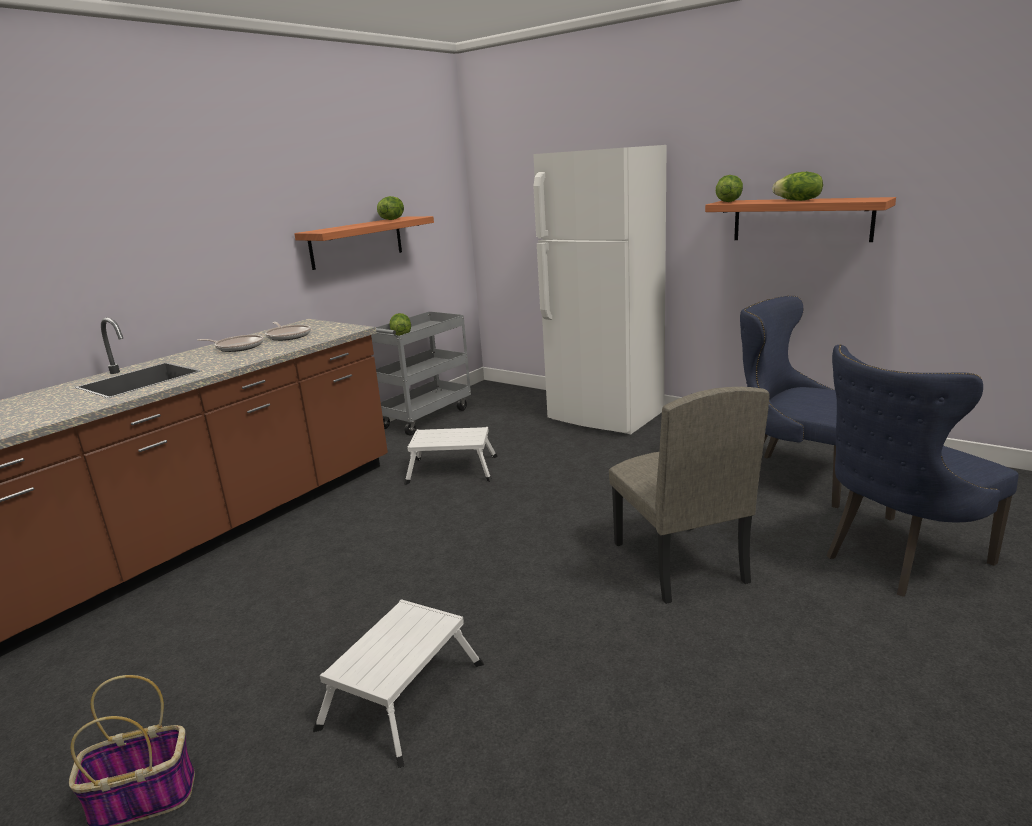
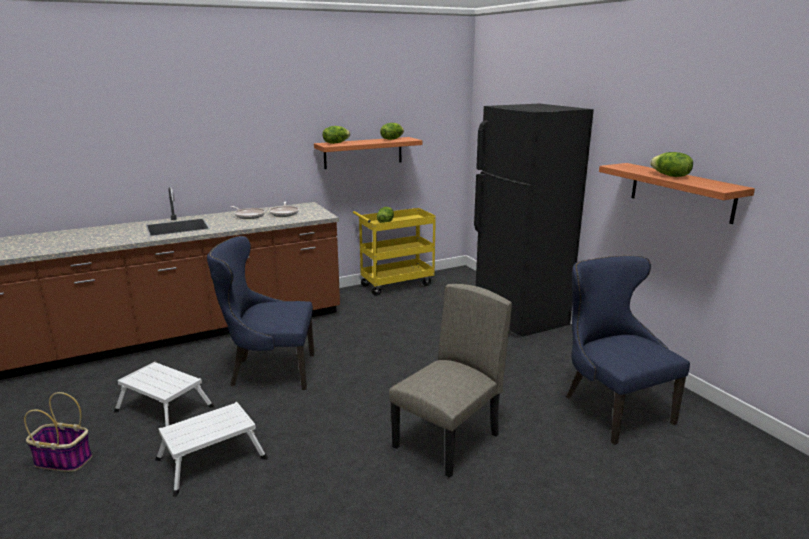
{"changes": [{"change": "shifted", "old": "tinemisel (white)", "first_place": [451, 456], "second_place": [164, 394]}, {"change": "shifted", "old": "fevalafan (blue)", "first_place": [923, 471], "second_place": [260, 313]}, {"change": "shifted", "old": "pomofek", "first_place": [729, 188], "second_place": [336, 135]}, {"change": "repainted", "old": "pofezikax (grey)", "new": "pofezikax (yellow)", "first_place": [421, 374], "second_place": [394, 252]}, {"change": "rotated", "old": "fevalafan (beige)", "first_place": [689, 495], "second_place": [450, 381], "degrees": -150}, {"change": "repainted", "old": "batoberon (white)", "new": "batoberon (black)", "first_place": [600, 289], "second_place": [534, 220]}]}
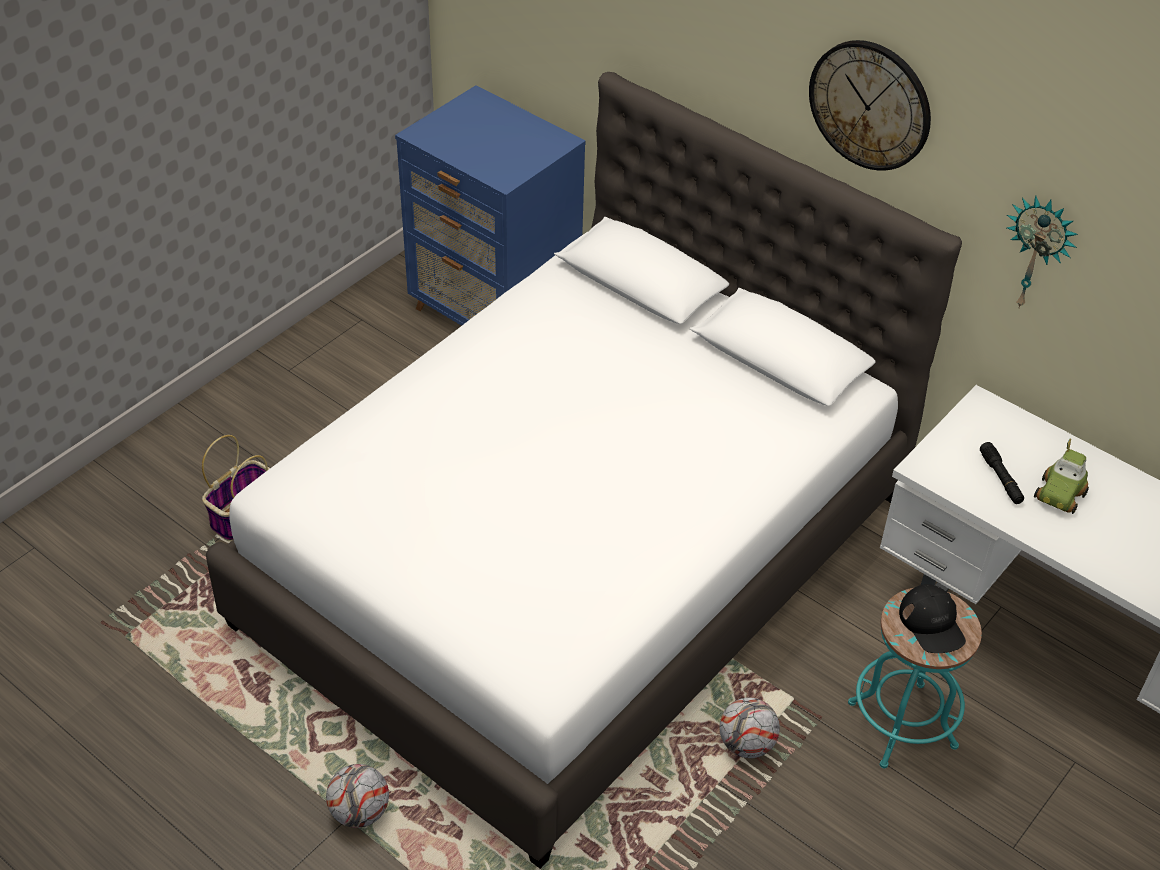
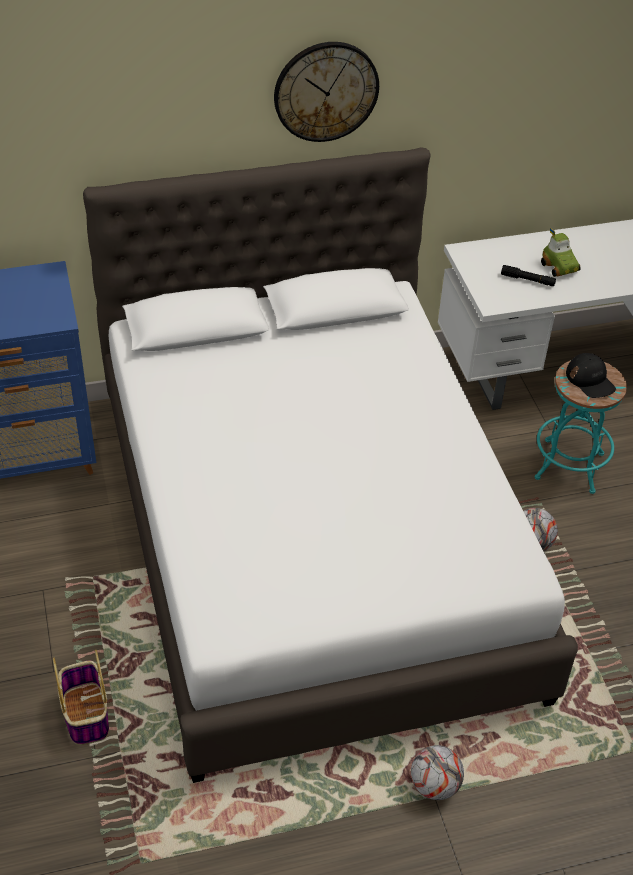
{"changes": [{"change": "rotated", "old": "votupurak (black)", "first_place": [932, 618], "second_place": [591, 375], "degrees": 45}, {"change": "gone", "old": "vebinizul", "first_place": [1042, 252]}]}
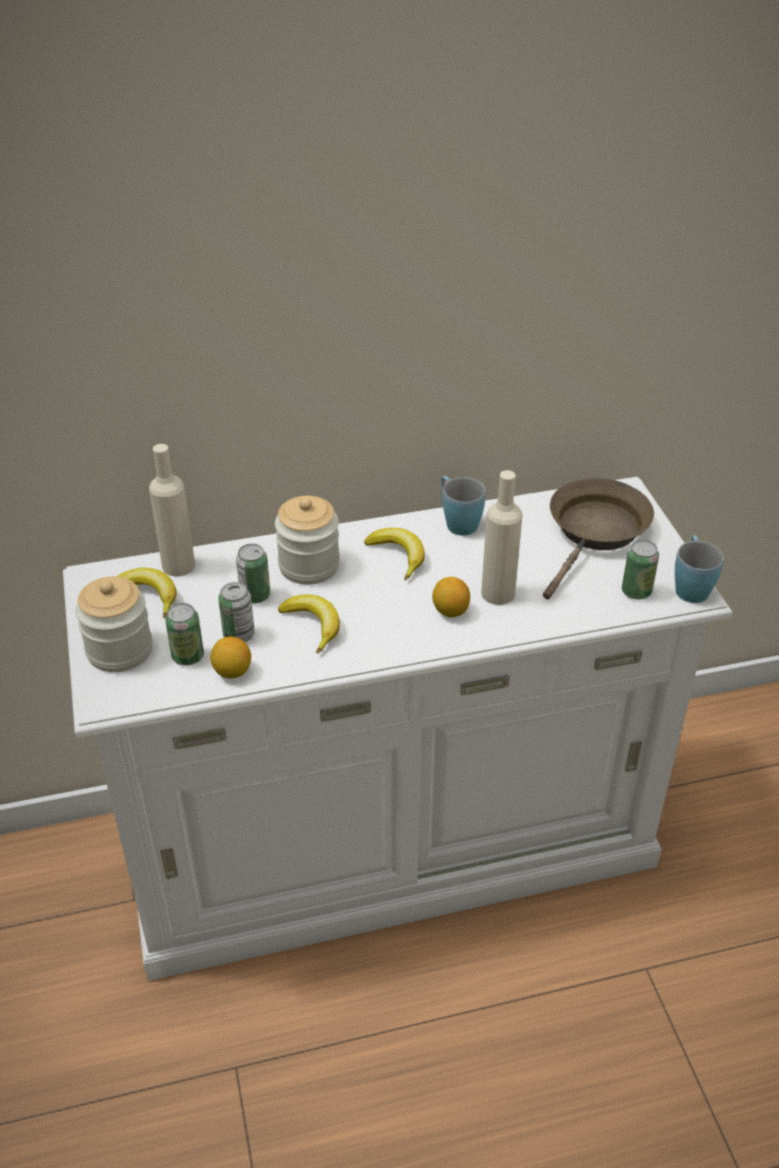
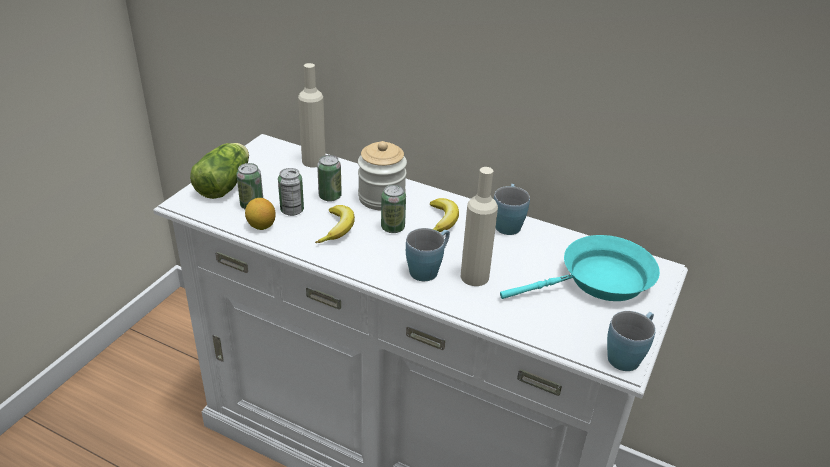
{"changes": [{"change": "swapped", "old": "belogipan", "new": "pomofek", "first_place": [114, 624], "second_place": [219, 171]}, {"change": "shifted", "old": "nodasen", "first_place": [640, 570], "second_place": [393, 209]}, {"change": "swapped", "old": "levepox", "new": "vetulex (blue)", "first_place": [451, 597], "second_place": [428, 254]}, {"change": "repainted", "old": "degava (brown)", "new": "degava (turquoise)", "first_place": [598, 538], "second_place": [580, 268]}, {"change": "gone", "old": "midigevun", "first_place": [146, 593]}]}
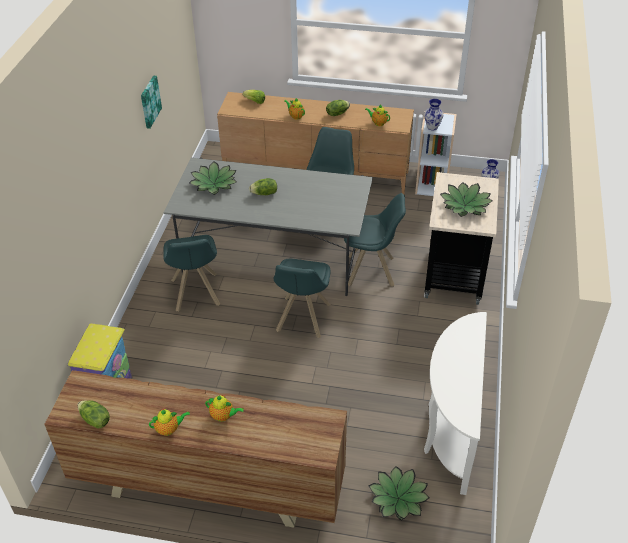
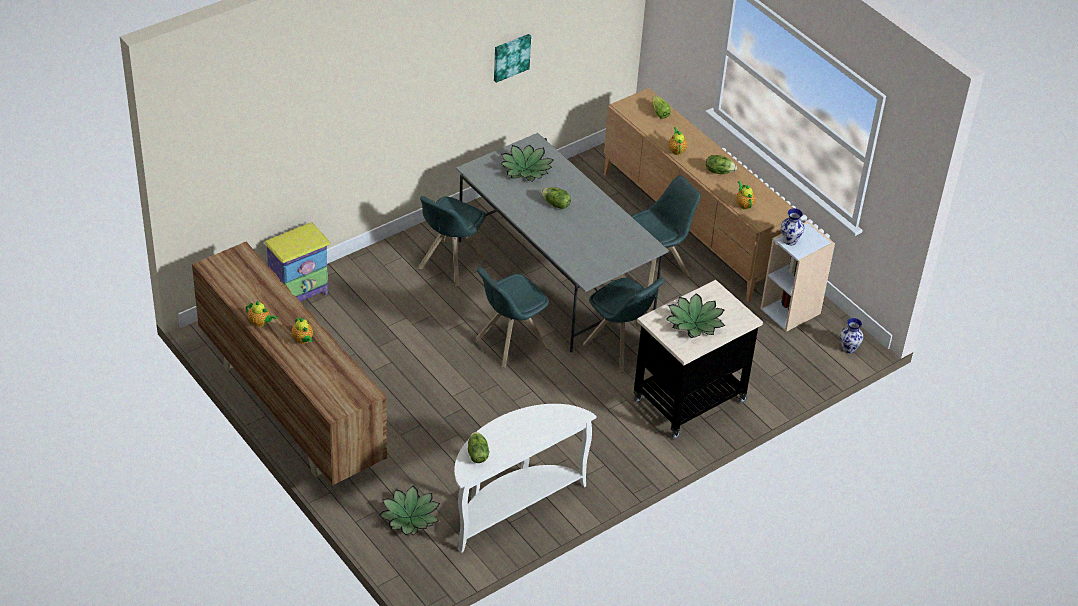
{"changes": [{"change": "shifted", "old": "pomofek", "first_place": [94, 414], "second_place": [478, 447]}]}
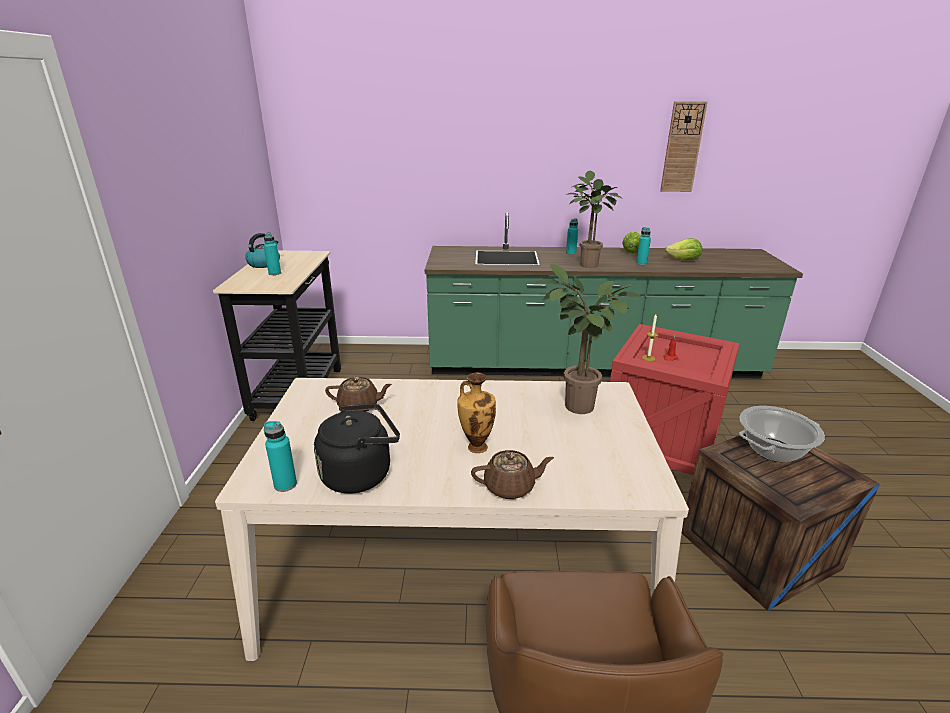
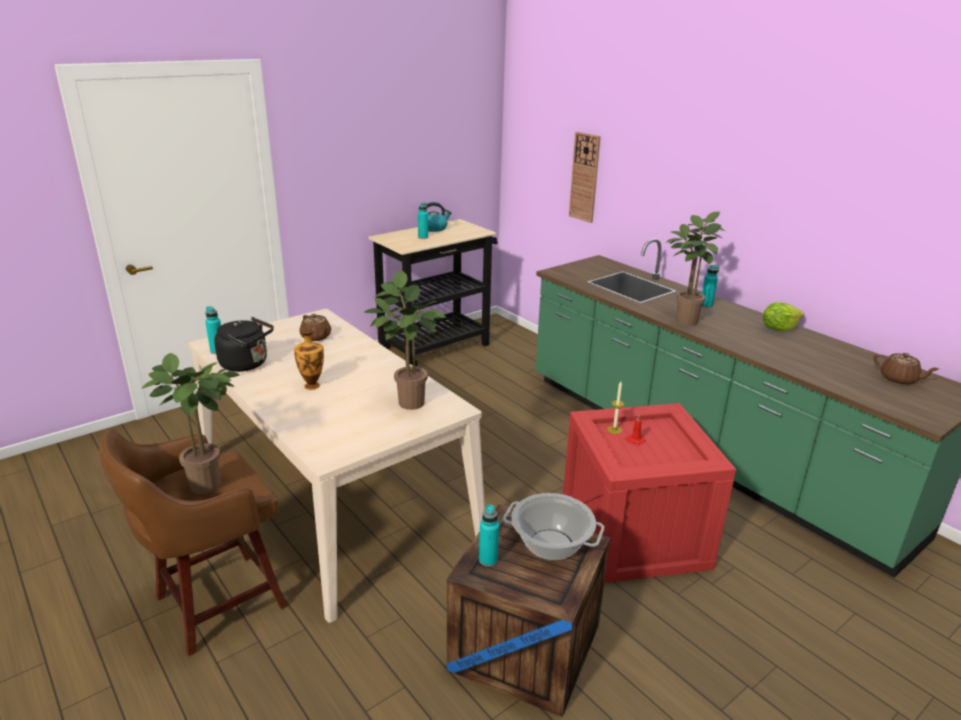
{"changes": [{"change": "new", "new": "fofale", "second_place": [190, 423]}, {"change": "shifted", "old": "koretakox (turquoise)", "first_place": [643, 246], "second_place": [489, 536]}, {"change": "shifted", "old": "vebinizul", "first_place": [684, 146], "second_place": [585, 177]}, {"change": "shifted", "old": "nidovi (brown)", "first_place": [512, 474], "second_place": [906, 369]}, {"change": "gone", "old": "pomofek", "first_place": [683, 249]}]}
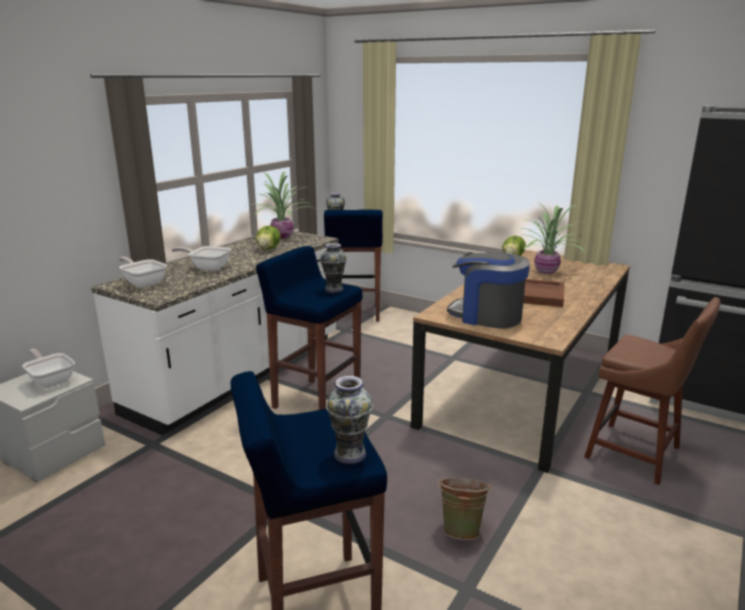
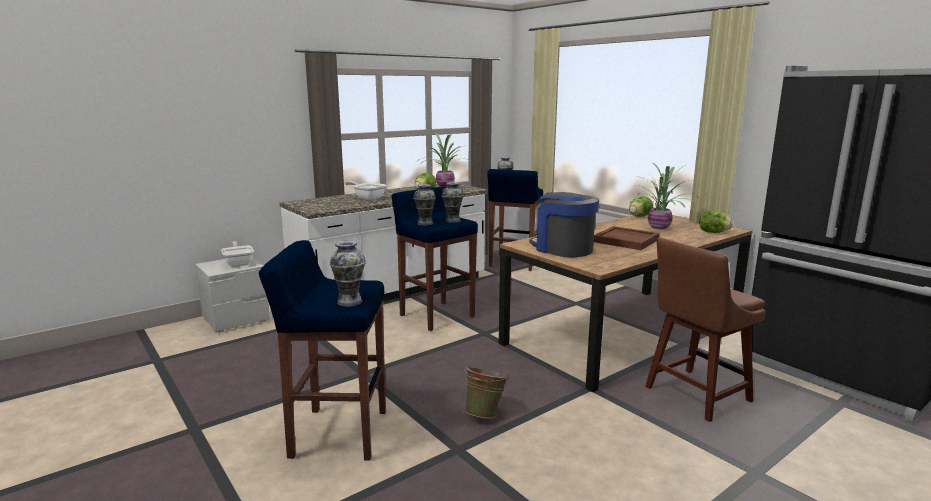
{"changes": [{"change": "new", "new": "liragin", "second_place": [424, 205]}, {"change": "rotated", "old": "fevalafan (brown)", "first_place": [652, 391], "second_place": [705, 330], "degrees": 90}, {"change": "new", "new": "pomofek", "second_place": [716, 221]}, {"change": "gone", "old": "degava", "first_place": [143, 272]}]}
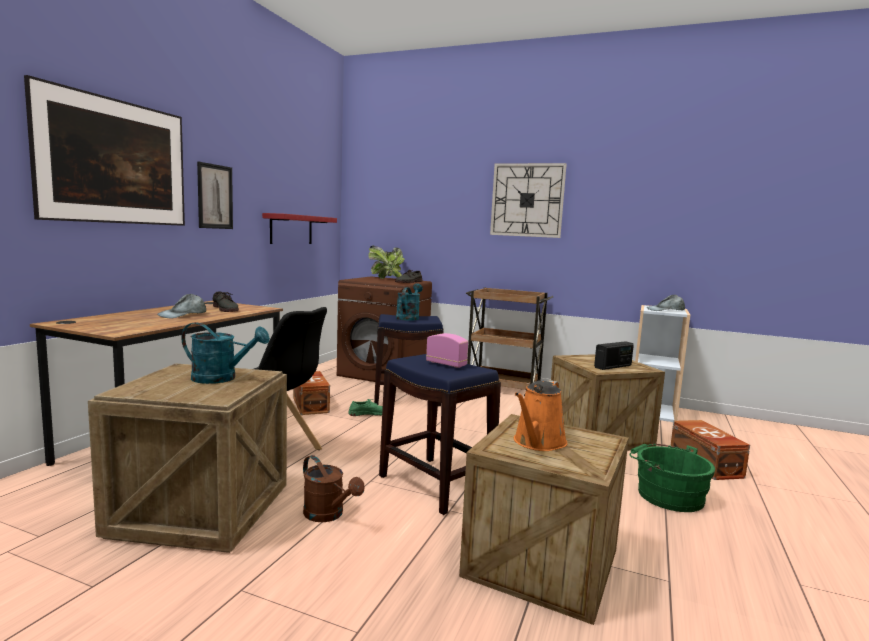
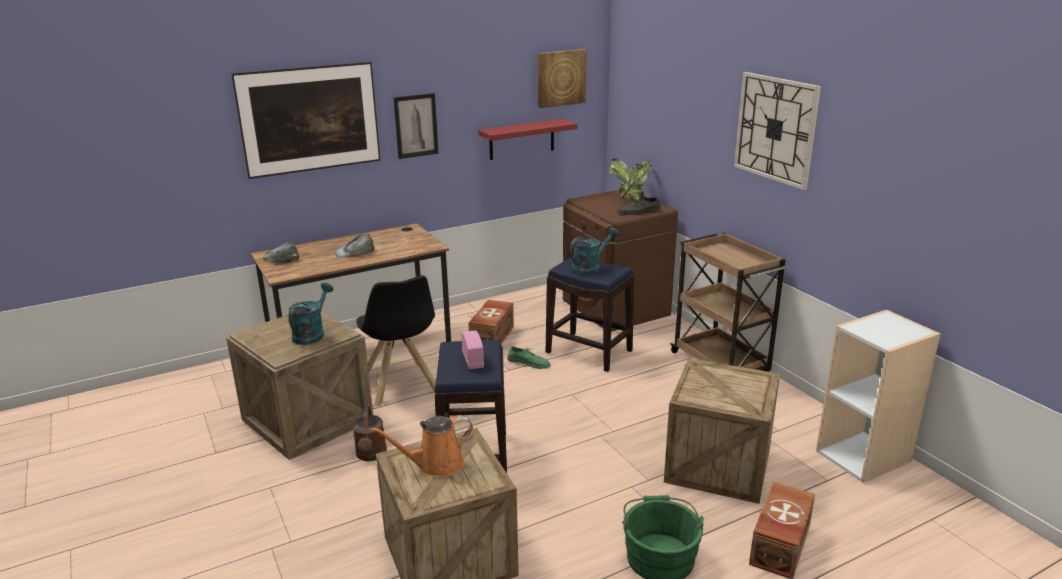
{"changes": [{"change": "shifted", "old": "votupurak (grey)", "first_place": [666, 303], "second_place": [280, 252]}, {"change": "rotated", "old": "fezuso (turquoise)", "first_place": [225, 353], "second_place": [310, 313], "degrees": -120}, {"change": "new", "new": "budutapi", "second_place": [562, 78]}, {"change": "gone", "old": "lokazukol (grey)", "first_place": [226, 301]}, {"change": "gone", "old": "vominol", "first_place": [614, 355]}]}
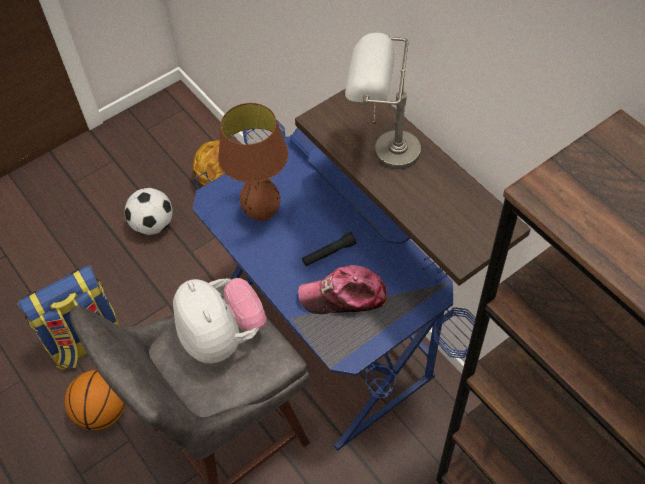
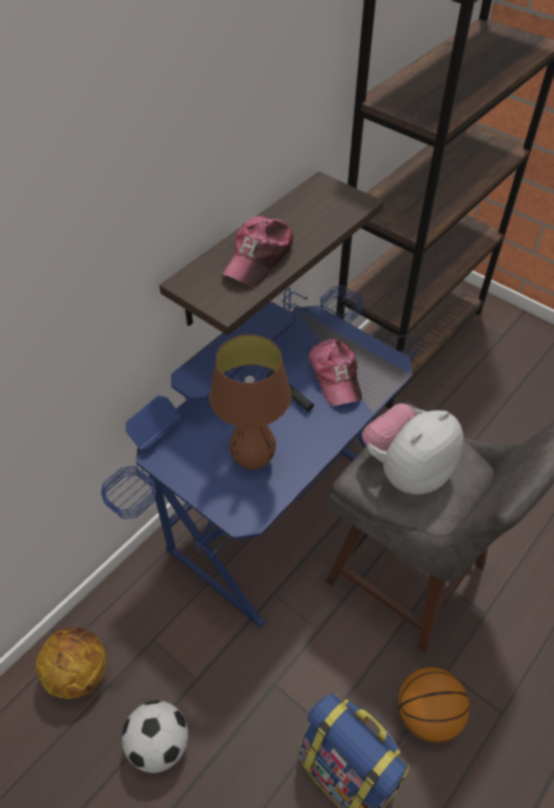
{"changes": [{"change": "swapped", "old": "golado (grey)", "new": "votupurak", "first_place": [383, 101], "second_place": [258, 251]}]}
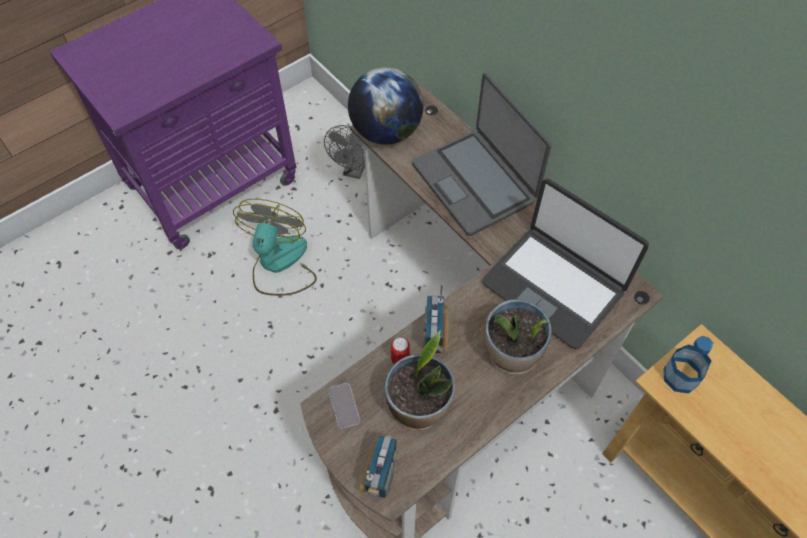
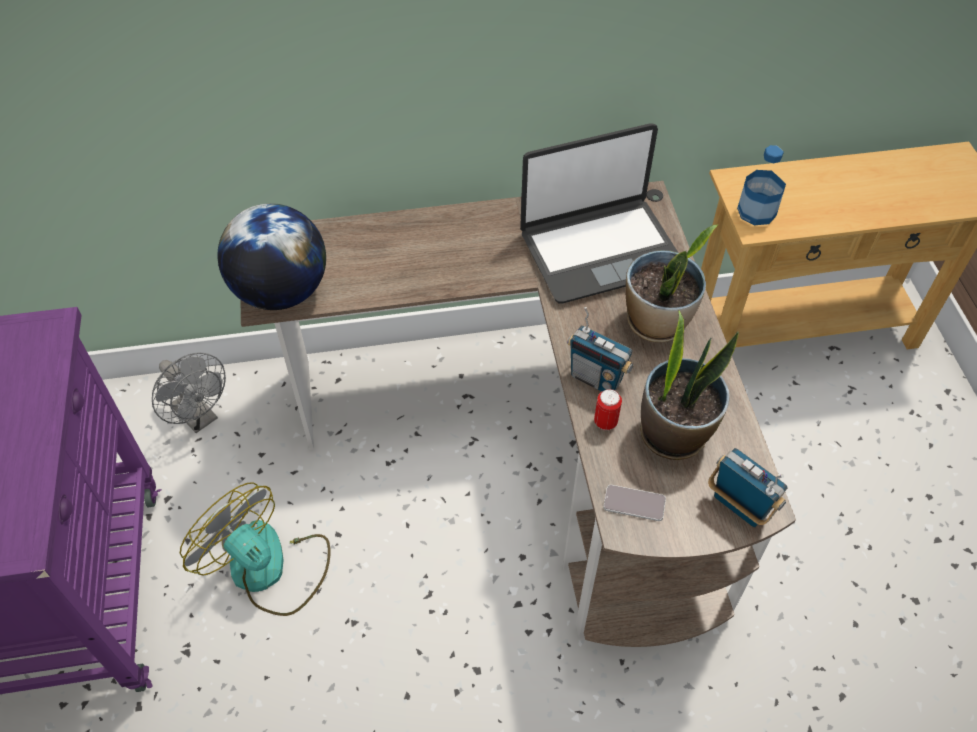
{"changes": [{"change": "gone", "old": "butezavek", "first_place": [482, 154]}]}
